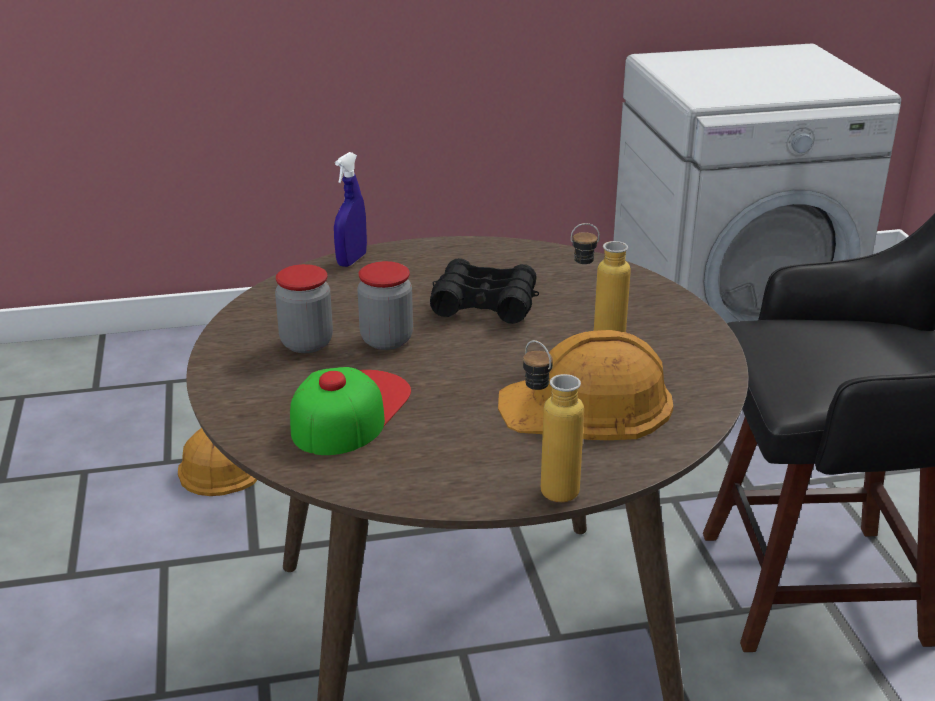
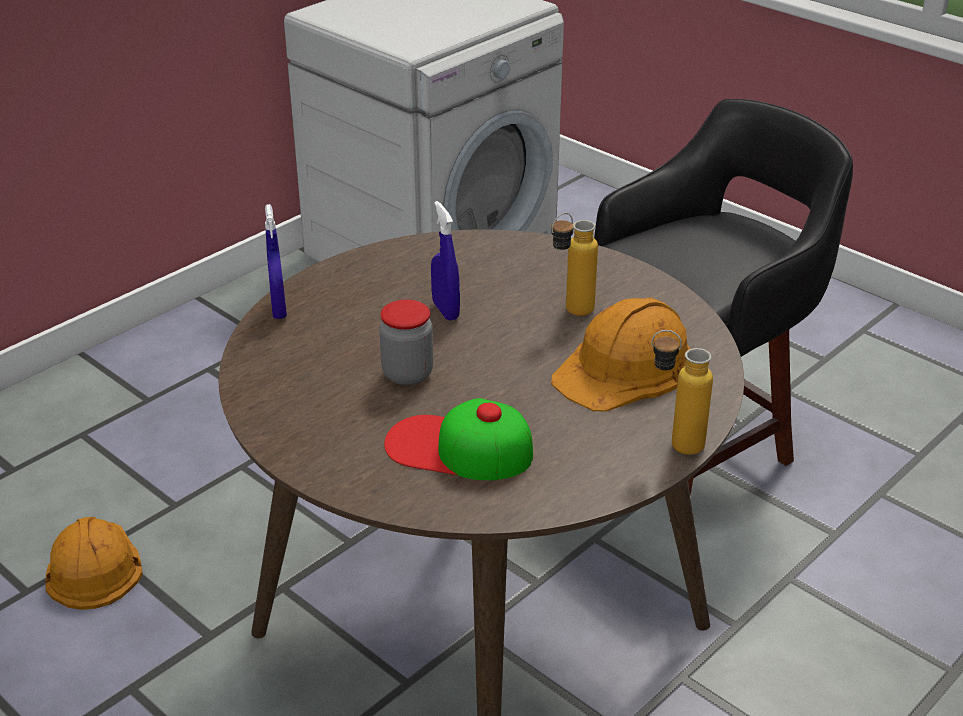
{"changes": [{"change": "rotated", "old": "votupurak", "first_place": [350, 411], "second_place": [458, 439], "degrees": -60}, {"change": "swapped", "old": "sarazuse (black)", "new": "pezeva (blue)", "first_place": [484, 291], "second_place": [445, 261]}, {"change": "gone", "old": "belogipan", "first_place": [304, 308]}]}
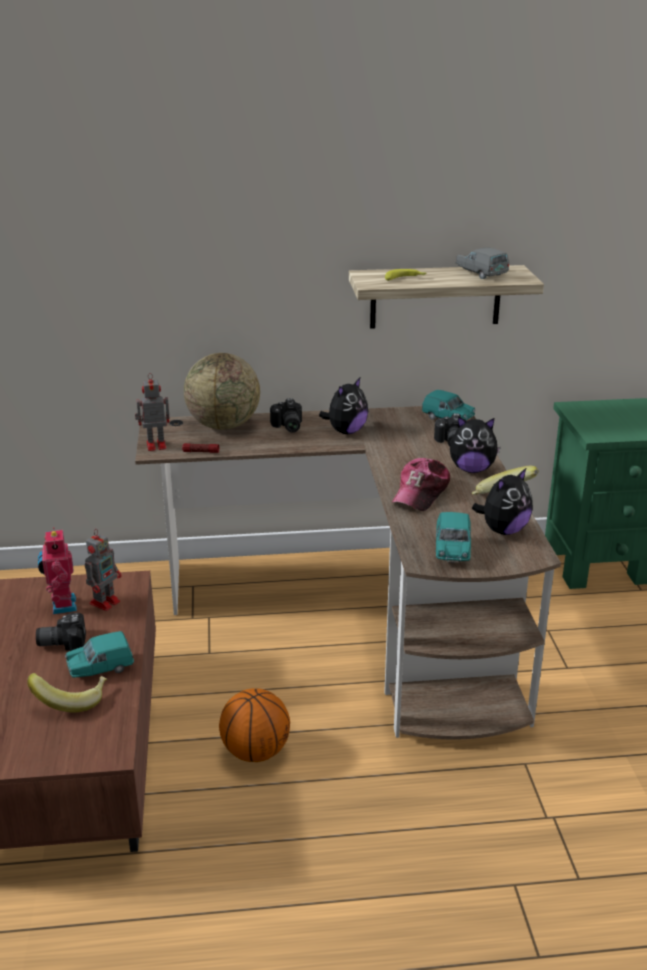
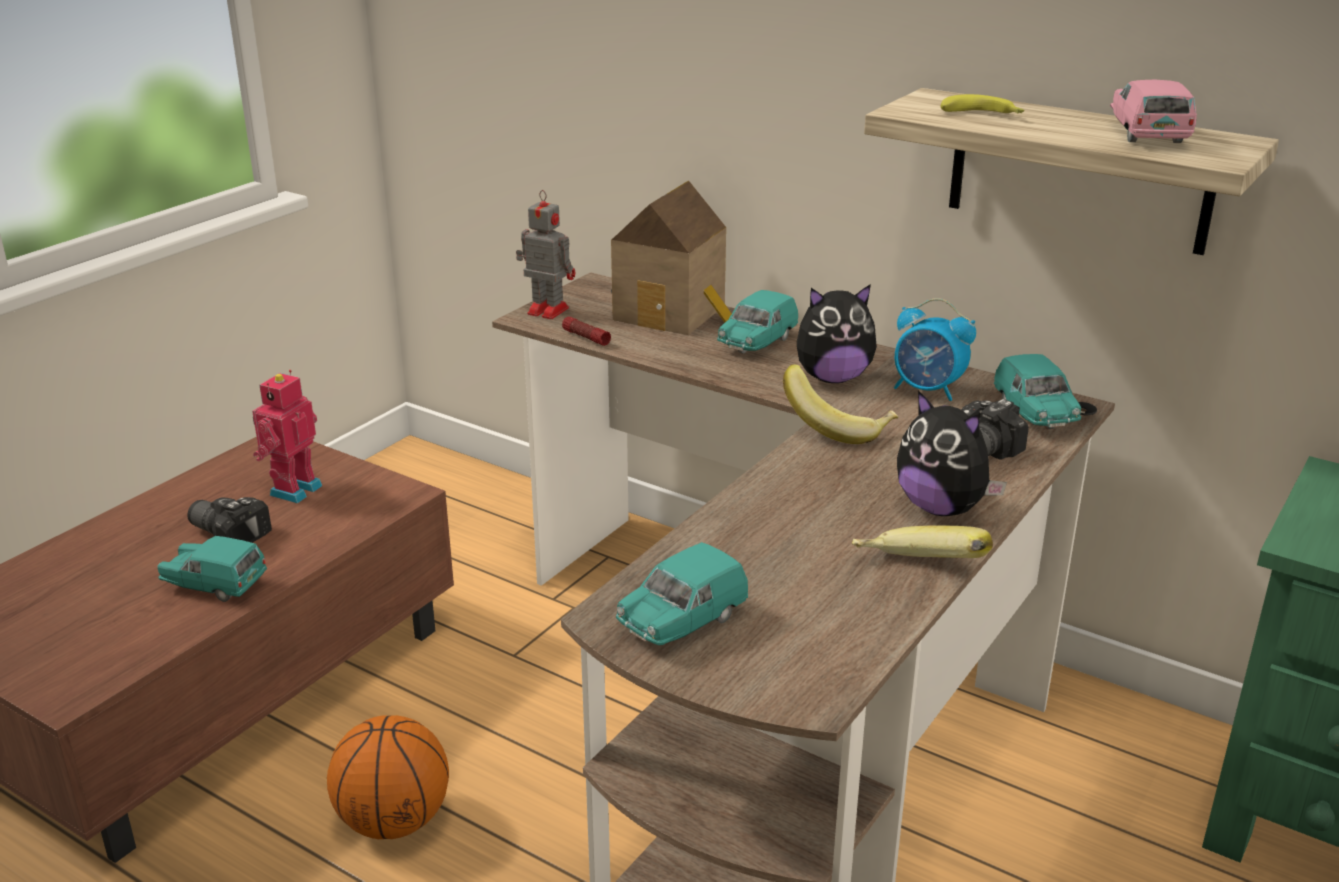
{"changes": [{"change": "swapped", "old": "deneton", "new": "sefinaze", "first_place": [222, 391], "second_place": [671, 257]}, {"change": "swapped", "old": "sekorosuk", "new": "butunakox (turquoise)", "first_place": [286, 415], "second_place": [757, 322]}, {"change": "shifted", "old": "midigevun", "first_place": [67, 693], "second_place": [840, 404]}, {"change": "new", "new": "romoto", "second_place": [935, 349]}, {"change": "repainted", "old": "butunakox (grey)", "new": "butunakox (pink)", "first_place": [482, 263], "second_place": [1153, 111]}, {"change": "gone", "old": "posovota", "first_place": [103, 570]}, {"change": "gone", "old": "votupurak", "first_place": [420, 484]}, {"change": "gone", "old": "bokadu", "first_place": [502, 501]}]}
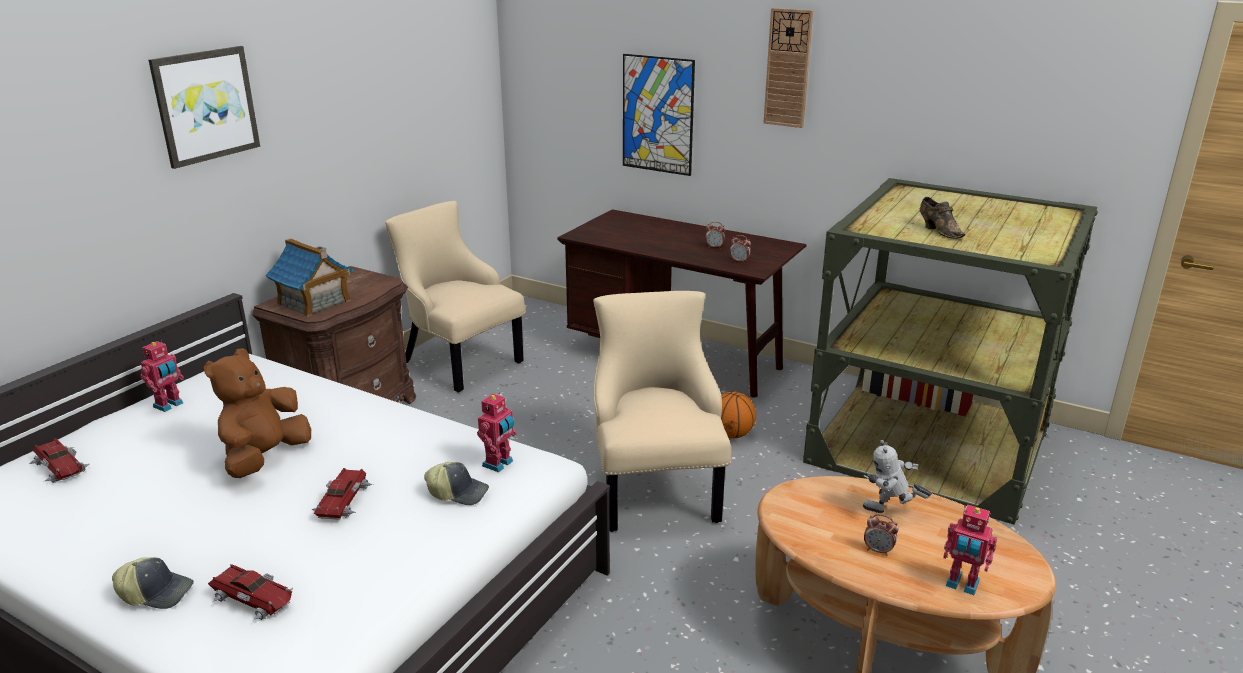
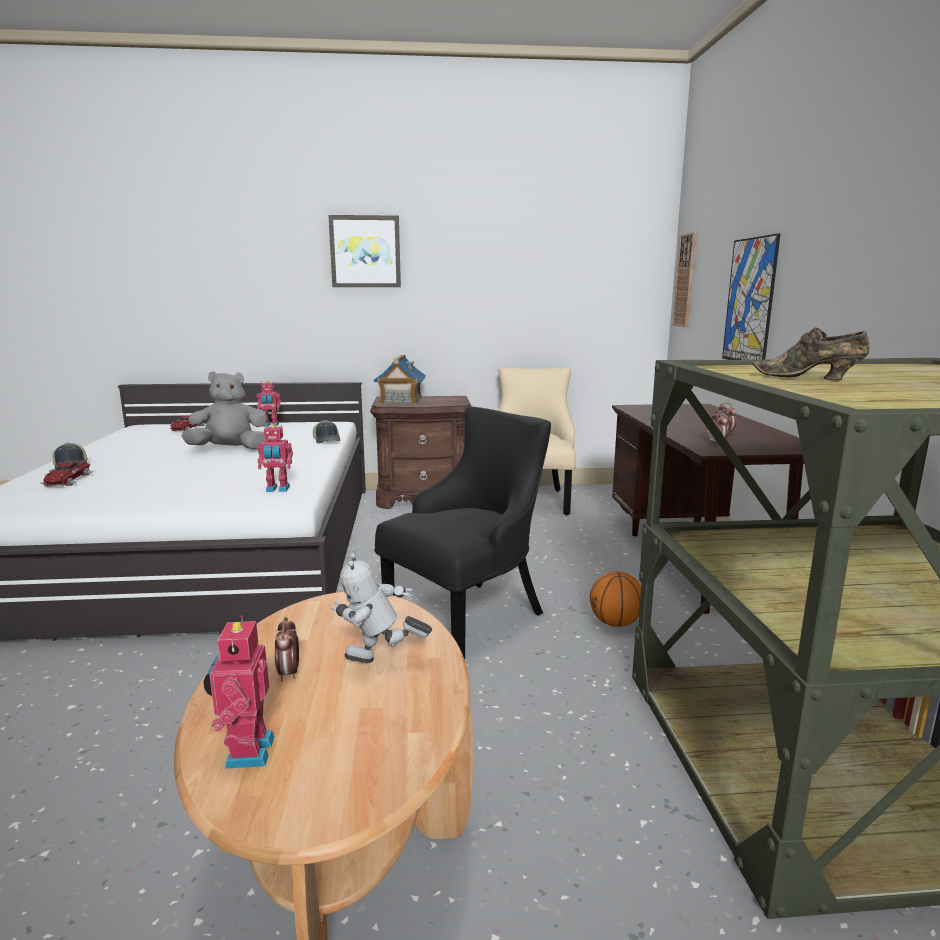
{"changes": [{"change": "repainted", "old": "bokadu (brown)", "new": "bokadu (grey)", "first_place": [257, 413], "second_place": [224, 410]}, {"change": "shifted", "old": "votupurak", "first_place": [456, 483], "second_place": [326, 432]}, {"change": "rotated", "old": "posovota", "first_place": [897, 476], "second_place": [381, 608], "degrees": -60}, {"change": "repainted", "old": "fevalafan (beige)", "new": "fevalafan (black)", "first_place": [662, 411], "second_place": [462, 532]}, {"change": "shifted", "old": "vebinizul", "first_place": [788, 68], "second_place": [684, 279]}, {"change": "rotated", "old": "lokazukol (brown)", "first_place": [942, 218], "second_place": [811, 353], "degrees": 90}, {"change": "gone", "old": "butunakox", "first_place": [342, 494]}]}
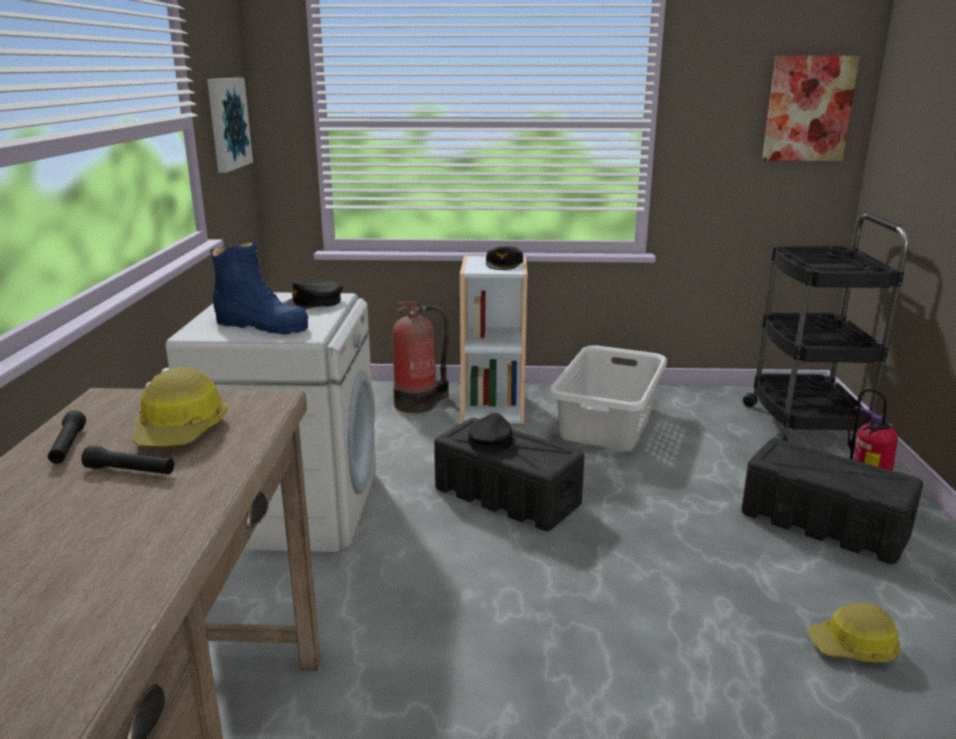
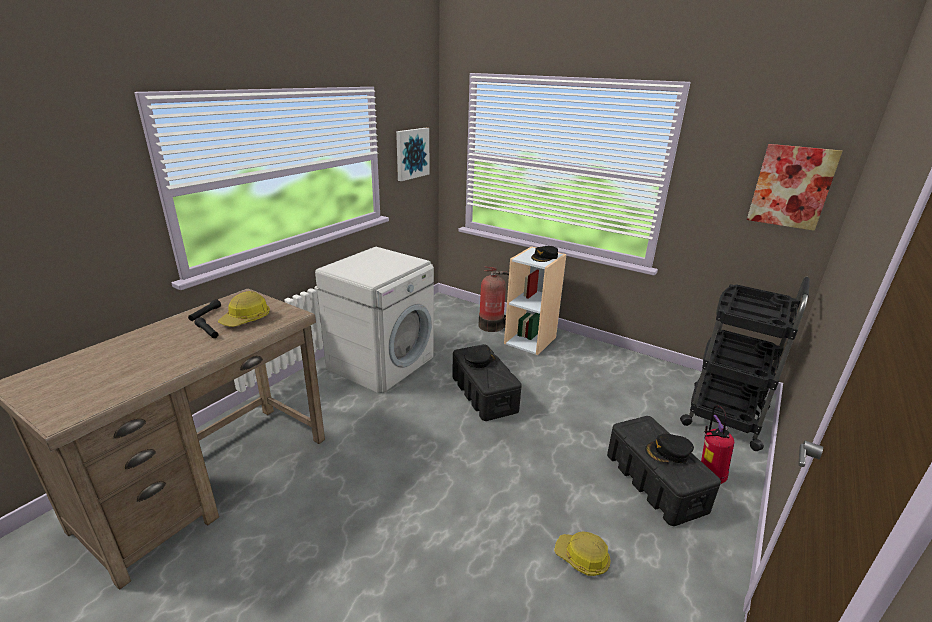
{"changes": [{"change": "shifted", "old": "votupurak (black)", "first_place": [313, 295], "second_place": [669, 448]}, {"change": "gone", "old": "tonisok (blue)", "first_place": [259, 288]}, {"change": "gone", "old": "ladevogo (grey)", "first_place": [607, 397]}]}
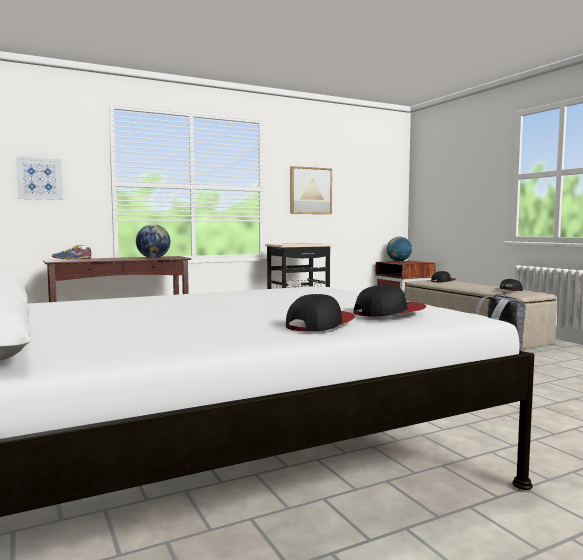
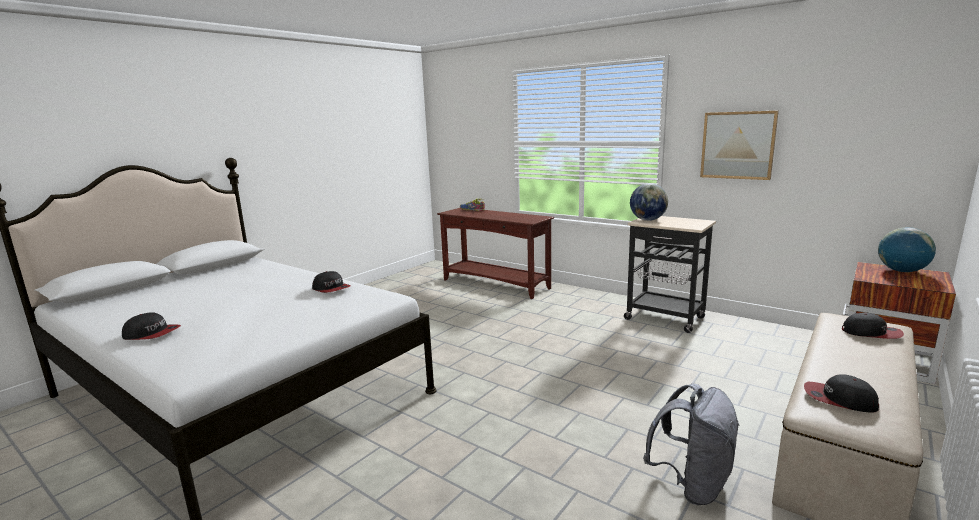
{"changes": [{"change": "shifted", "old": "votupurak", "first_place": [389, 300], "second_place": [331, 282]}, {"change": "shifted", "old": "deneton", "first_place": [153, 241], "second_place": [649, 202]}, {"change": "gone", "old": "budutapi", "first_place": [39, 178]}]}
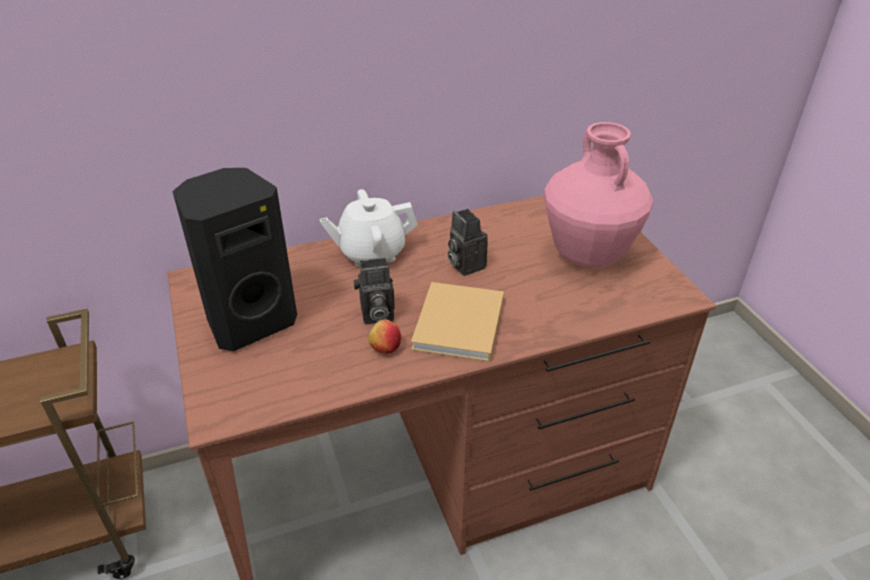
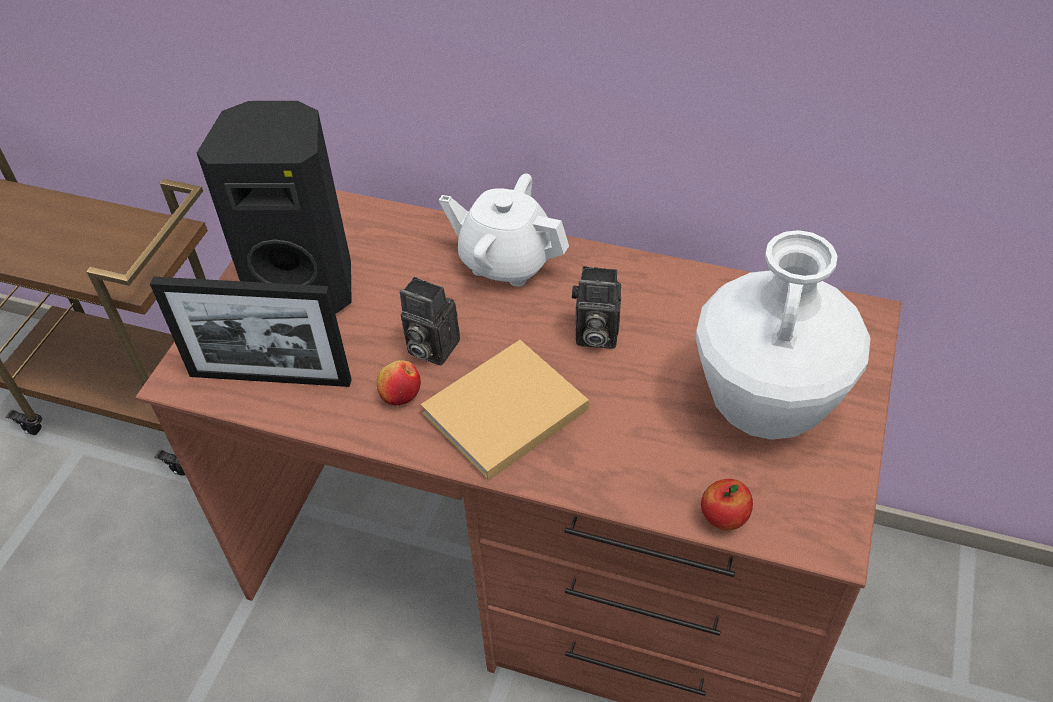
{"changes": [{"change": "new", "new": "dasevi", "second_place": [251, 332]}, {"change": "rotated", "old": "sekorosuk", "first_place": [468, 242], "second_place": [596, 307], "degrees": -90}, {"change": "repainted", "old": "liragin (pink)", "new": "liragin (white)", "first_place": [598, 194], "second_place": [782, 335]}, {"change": "new", "new": "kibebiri", "second_place": [727, 504]}]}
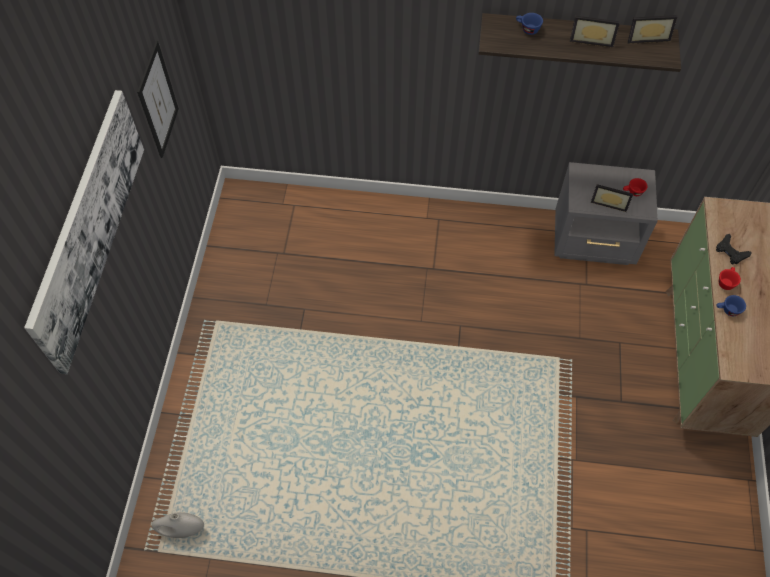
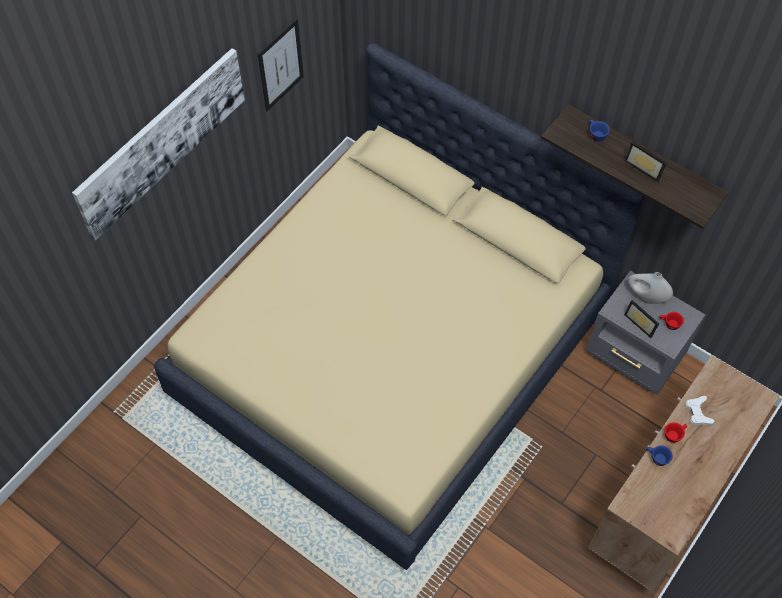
{"changes": [{"change": "new", "new": "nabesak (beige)", "second_place": [399, 306]}, {"change": "shifted", "old": "liragin (white)", "first_place": [177, 525], "second_place": [650, 288]}, {"change": "repainted", "old": "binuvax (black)", "new": "binuvax (white)", "first_place": [734, 249], "second_place": [700, 410]}, {"change": "gone", "old": "dasevi", "first_place": [652, 29]}]}
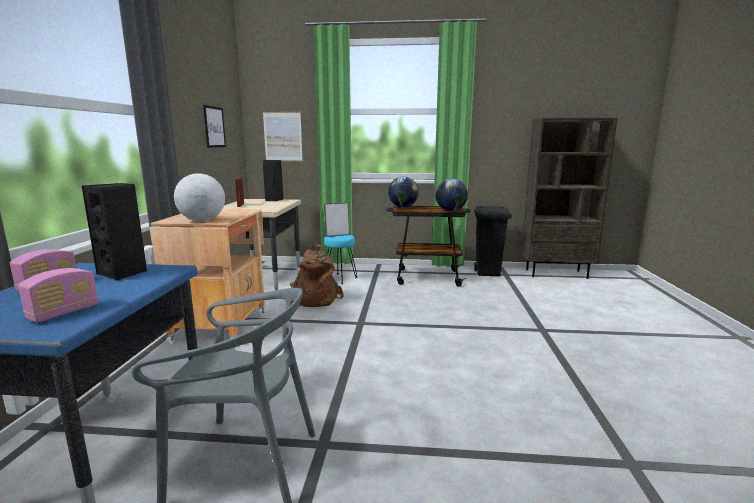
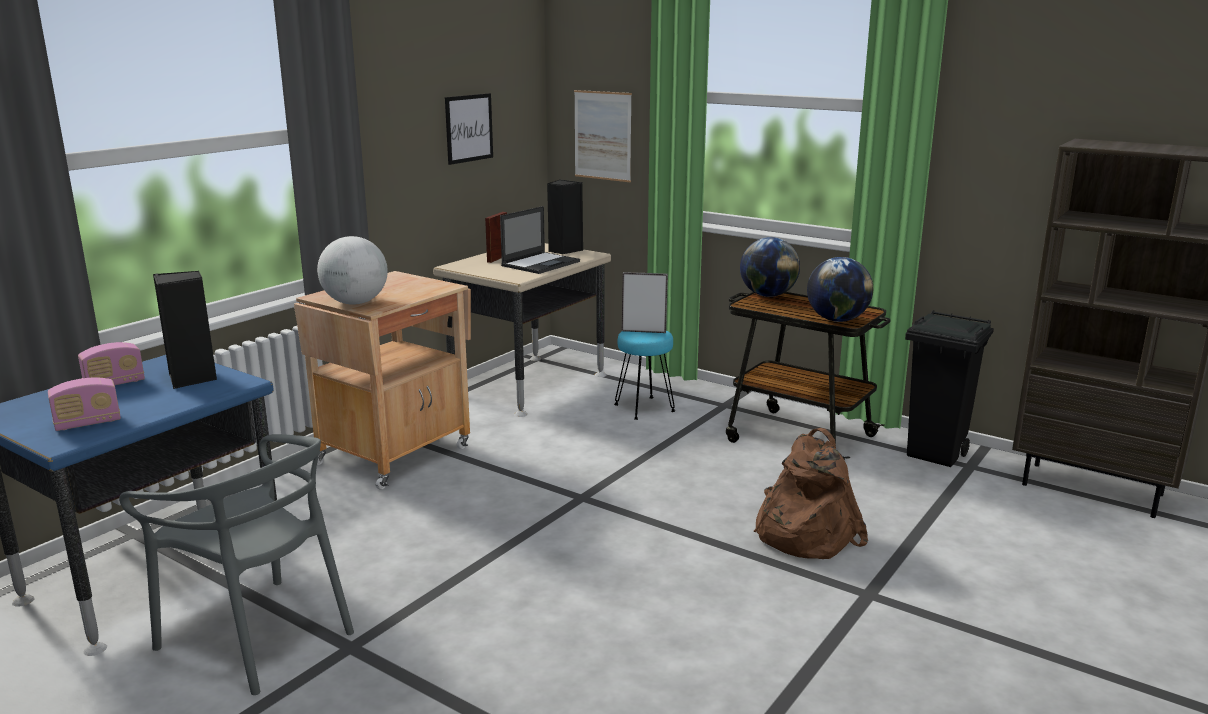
{"changes": [{"change": "new", "new": "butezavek", "second_place": [540, 240]}, {"change": "shifted", "old": "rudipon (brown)", "first_place": [317, 275], "second_place": [810, 493]}]}
